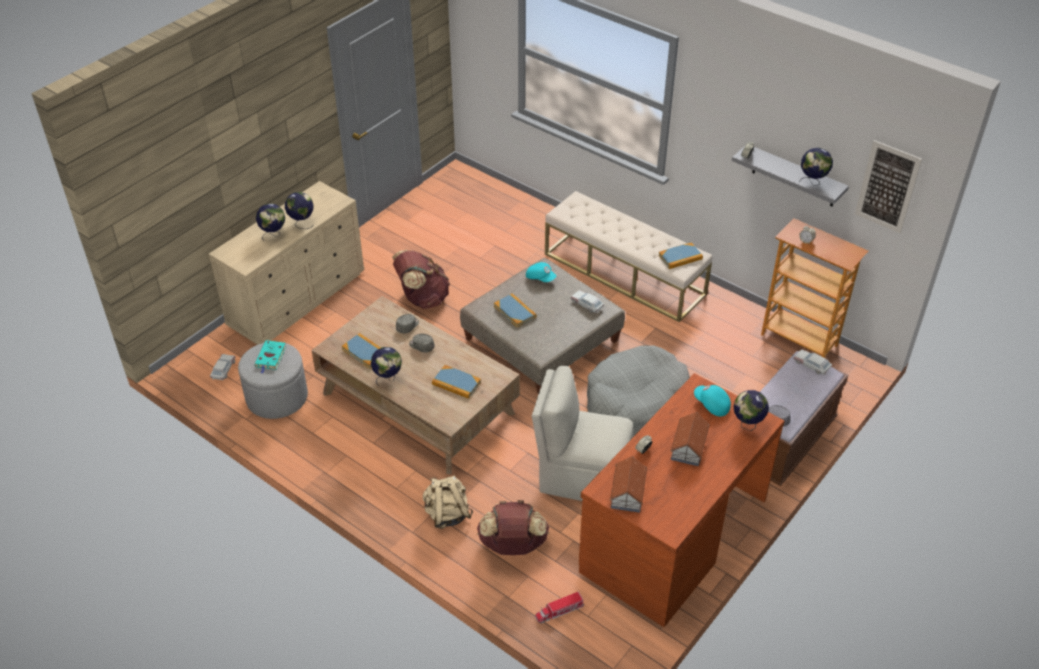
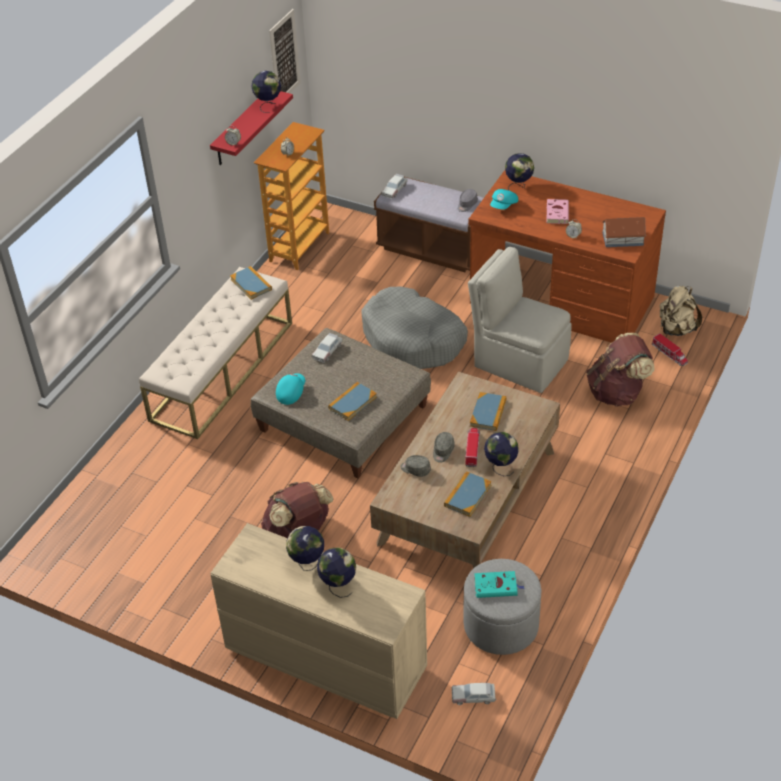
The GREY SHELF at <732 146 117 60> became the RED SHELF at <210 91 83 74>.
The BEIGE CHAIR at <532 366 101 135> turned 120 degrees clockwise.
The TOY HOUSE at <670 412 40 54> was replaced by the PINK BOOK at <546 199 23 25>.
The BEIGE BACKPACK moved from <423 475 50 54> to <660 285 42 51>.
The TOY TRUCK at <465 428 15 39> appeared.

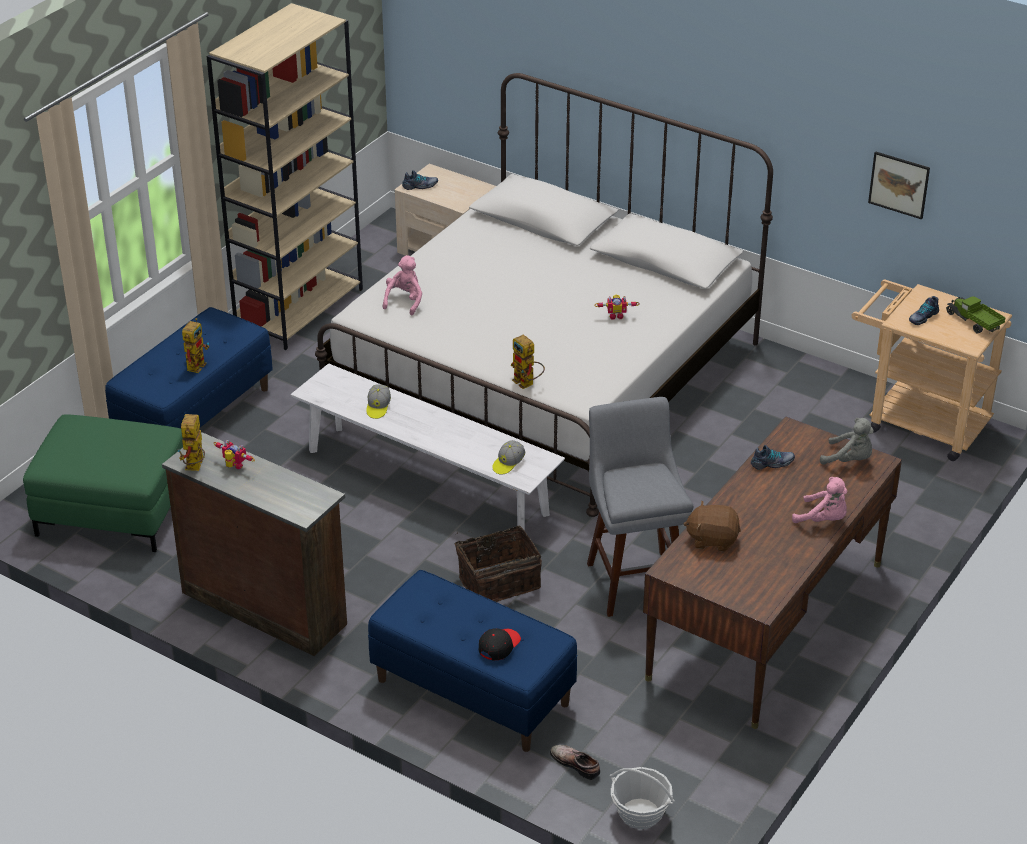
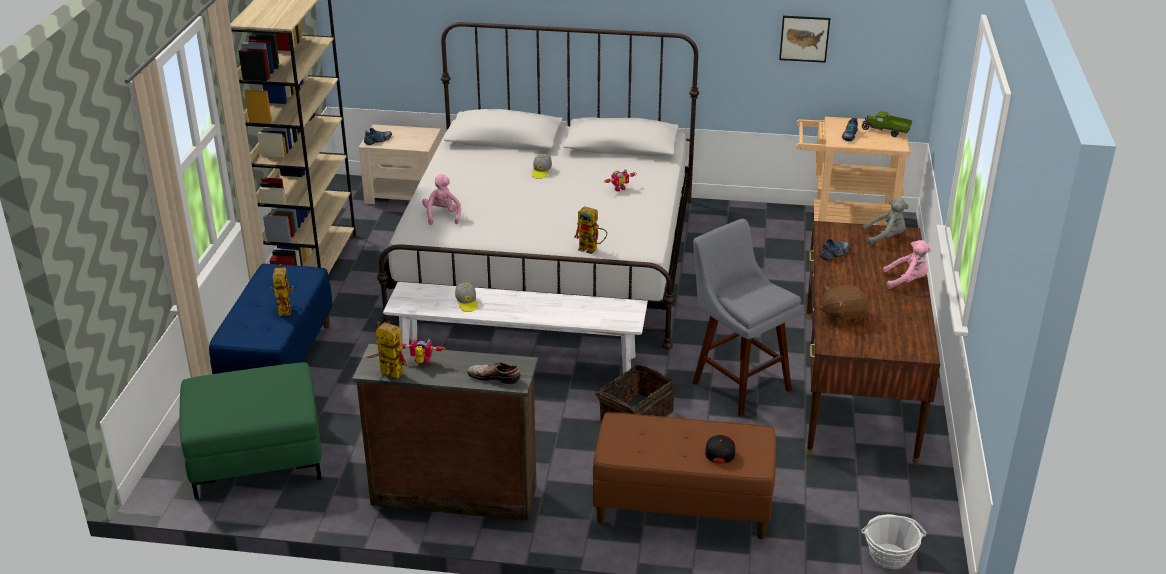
The TOY ROBOT at <177 414 28 57> turned 135 degrees clockwise.
The CAP moved from <492 440 33 35> to <532 154 20 25>.
The BLUE BENCH at <368 570 210 182> became the BROWN BENCH at <593 412 183 127>.
The SHOE moved from <550 745 50 35> to <468 362 53 22>.

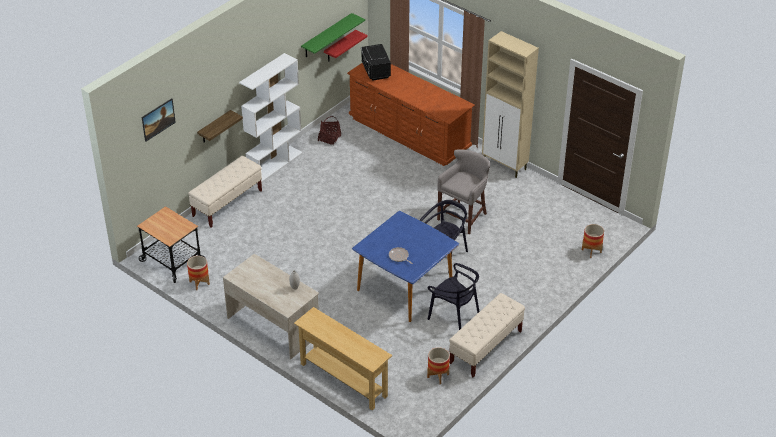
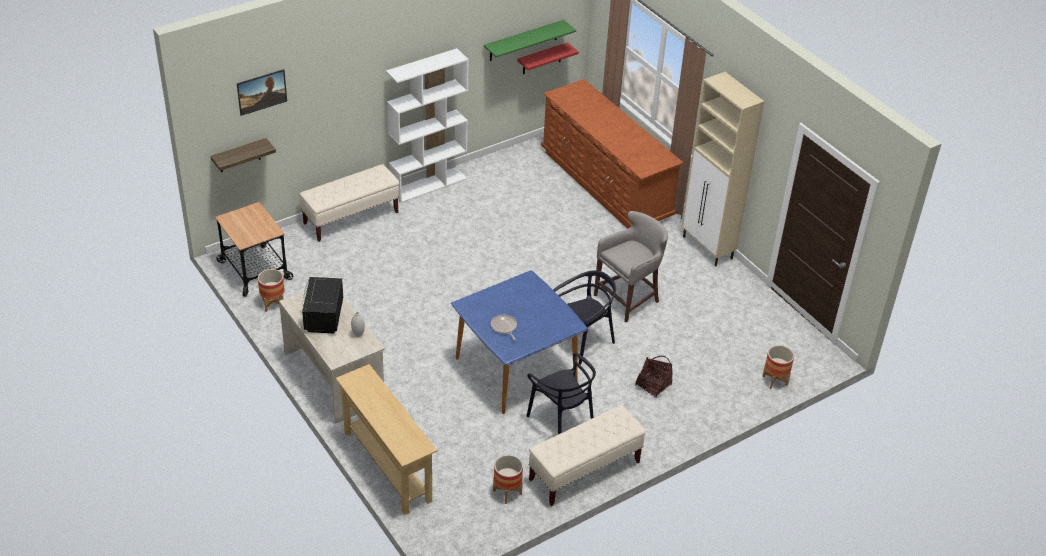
The BLACK MICROWAVE moved from <361 44 30 37> to <302 277 41 56>.
The SHELF moved from <197 110 46 33> to <210 138 66 34>.
The BASKET moved from <318 116 23 30> to <636 356 37 42>.

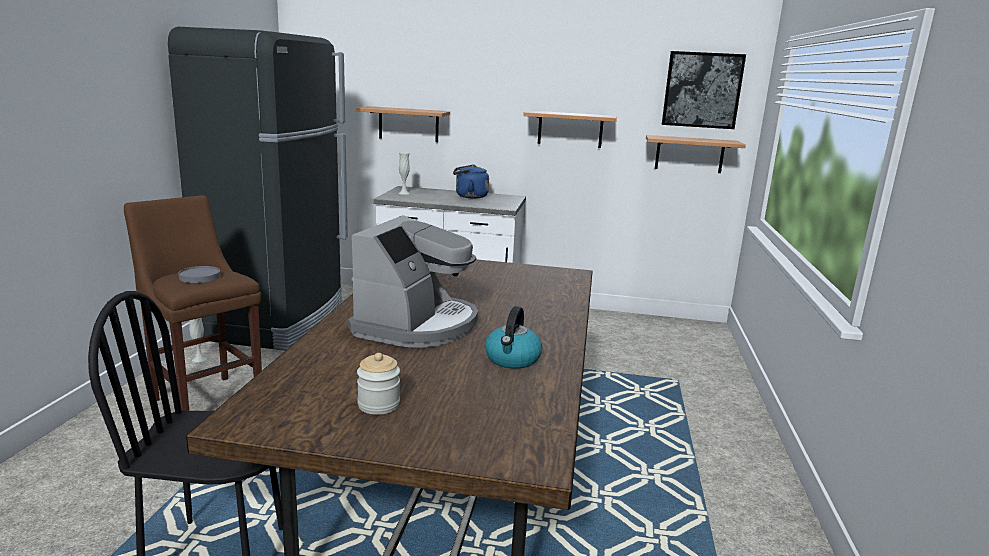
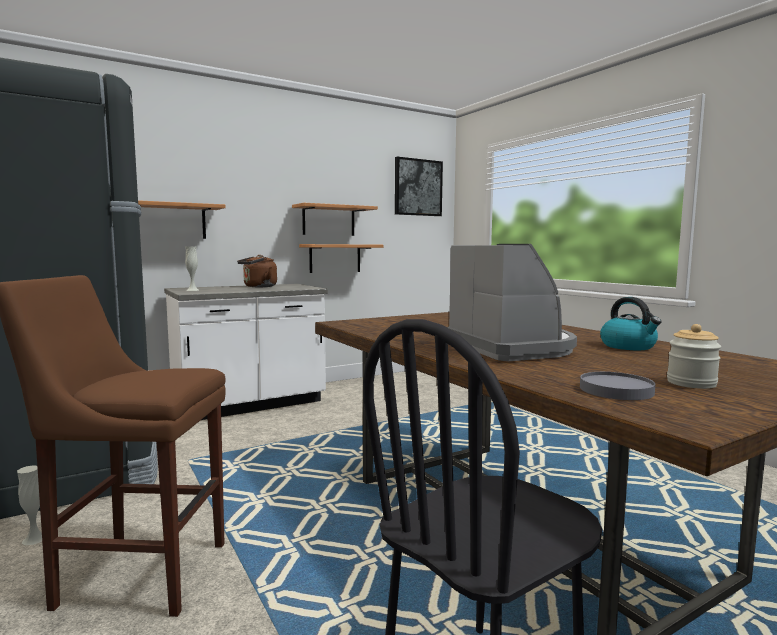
The SHELF moved from <646 135 100 38> to <299 244 84 29>.
The BLUE KETTLE at <453 165 36 34> became the BROWN KETTLE at <237 255 40 32>.
The GREY PLATE moved from <178 266 42 17> to <580 372 75 28>.

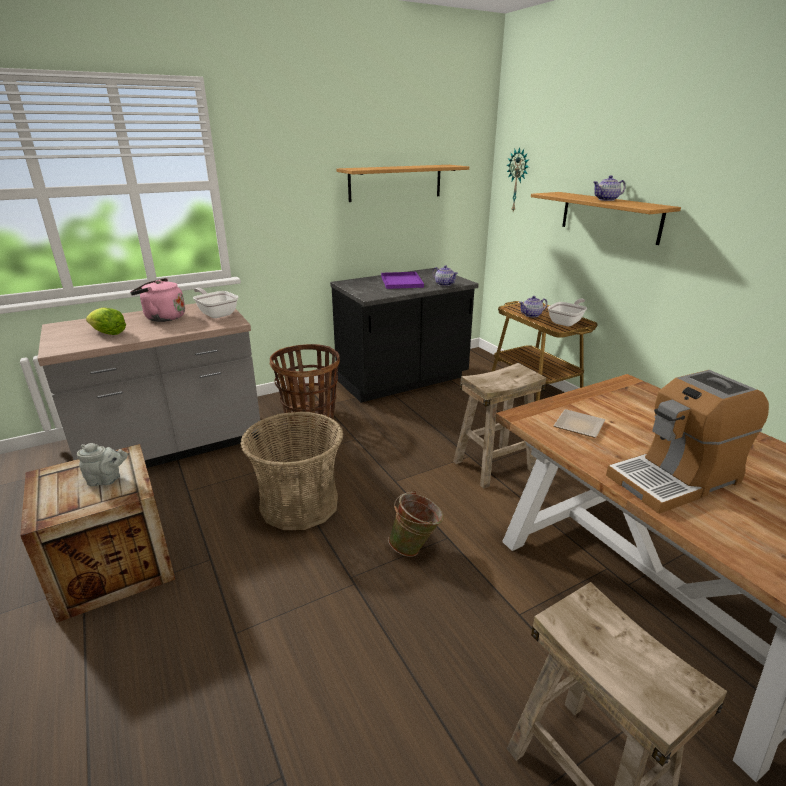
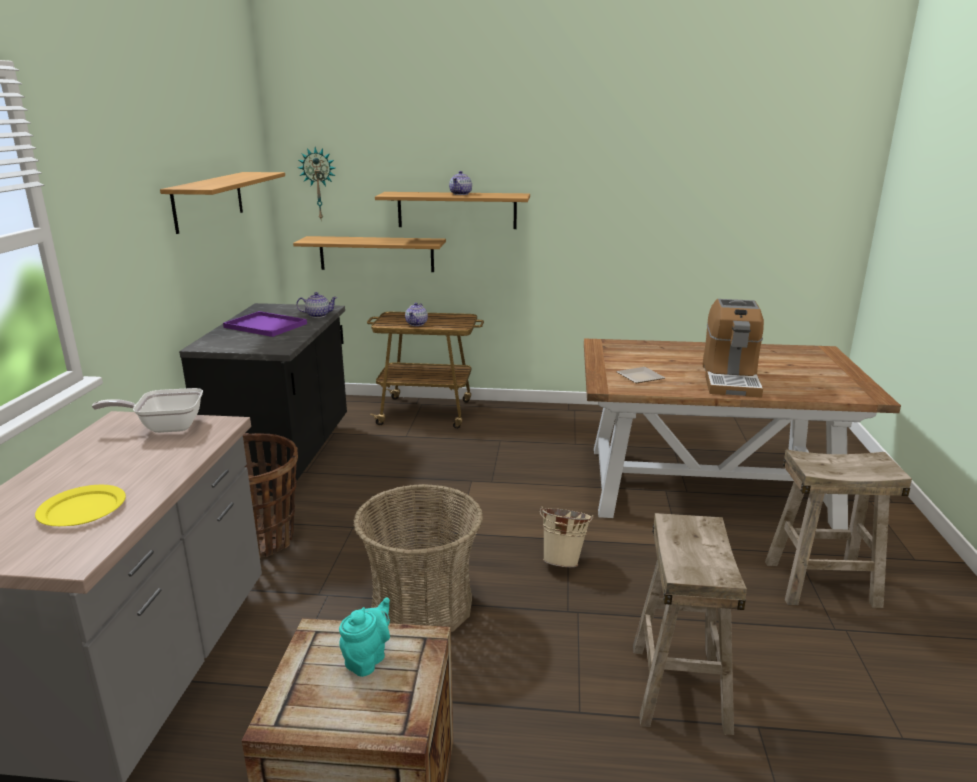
The PINK KETTLE at <130 278 55 44> disappeared.
The FRYING PAN at <547 299 40 27> disappeared.
The LETTUCE at <86 307 40 28> was replaced by the YELLOW PLATE at <35 485 91 41>.
The BEIGE STOOL moved from <453 363 93 126> to <633 513 114 222>.
The GREY TEAPOT at <77 443 51 43> became the TURQUOISE TEAPOT at <339 598 51 79>.
The GREEN BUCKET at <388 490 55 67> became the BEIGE BUCKET at <540 506 53 61>.
The SHELF at <293 236 153 36> appeared.

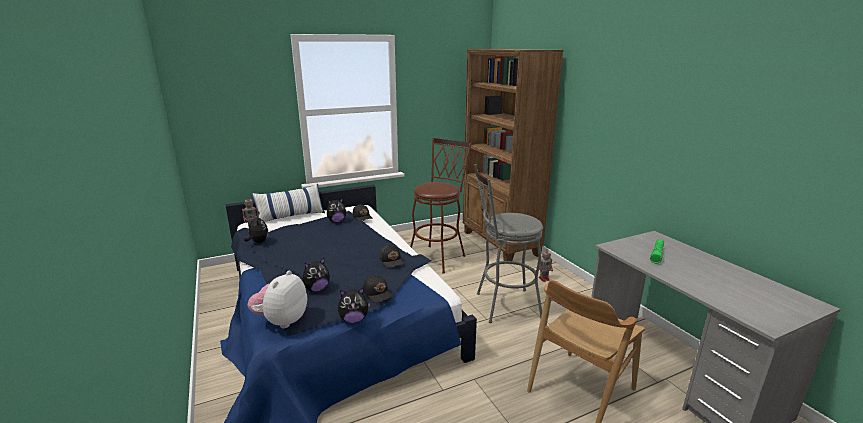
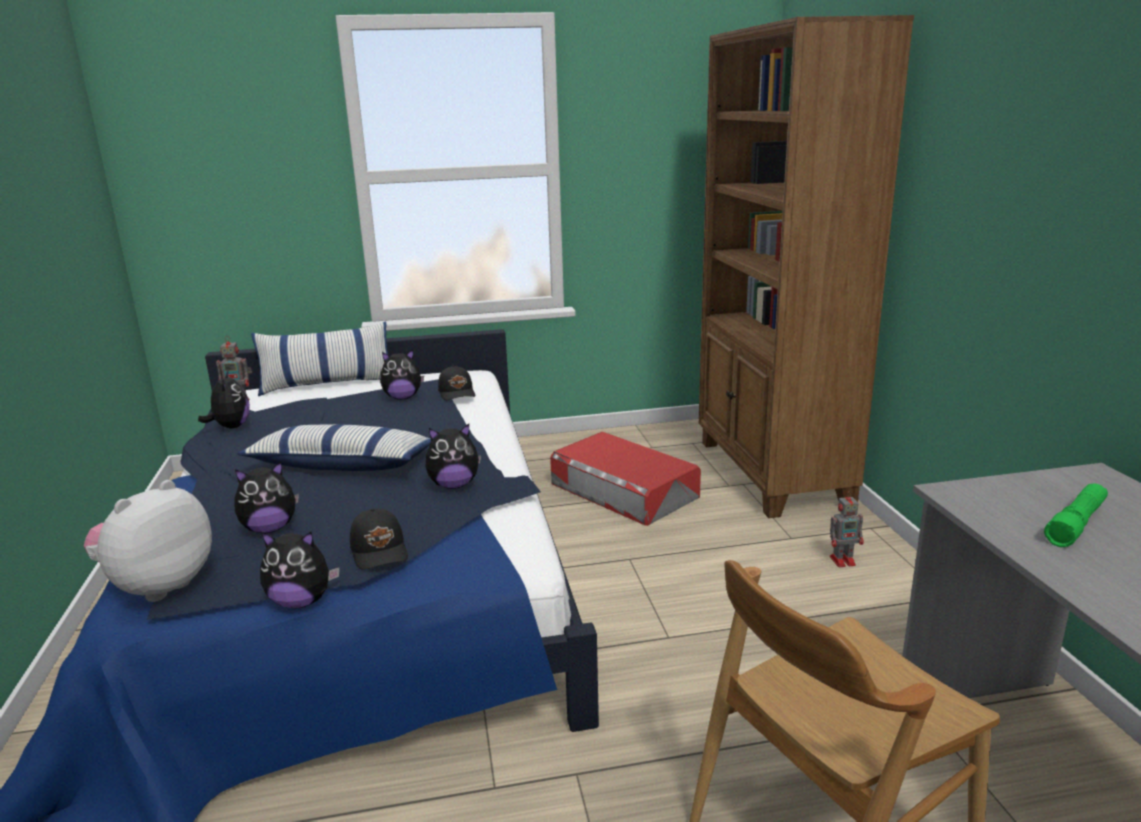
The BROWN STOOL at <410 138 61 136> was replaced by the RED STORAGE BOX at <550 432 151 94>.
The GREY STOOL at <474 164 69 159> disappeared.
The BLACK CAP at <379 245 25 23> was replaced by the PLUSH TOY at <425 424 56 65>.
The PILLOW at <237 424 194 47> appeared.

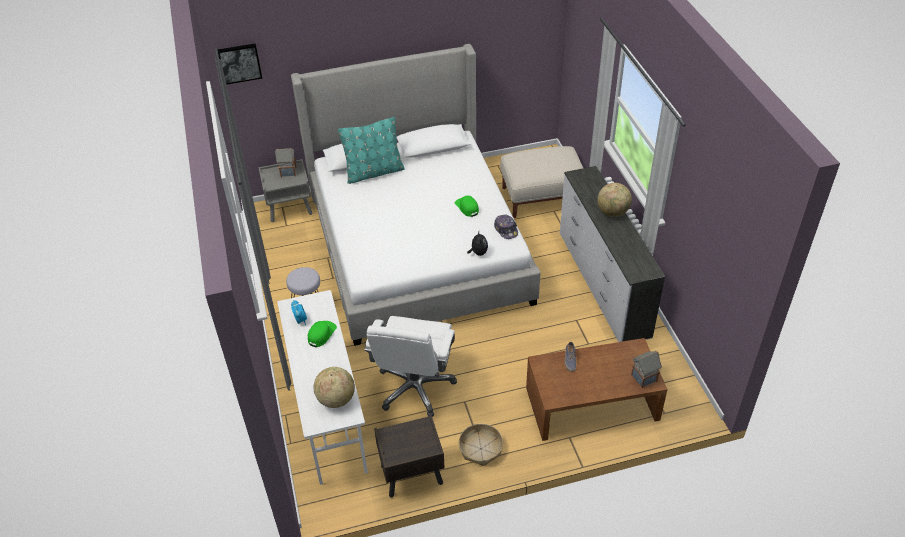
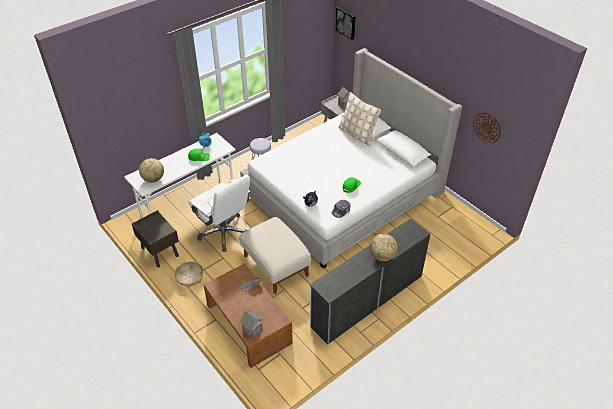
The TURQUOISE PILLOW at <338 117 67 67> became the BEIGE PILLOW at <338 92 43 54>.
The BEIGE OTTOMAN moved from <500 146 83 72> to <239 217 72 77>.
The WHITE OFFICE CHAIR at <364 316 93 101> turned 120 degrees counterclockwise.
The WALL CLOCK at <473 112 28 31> appeared.

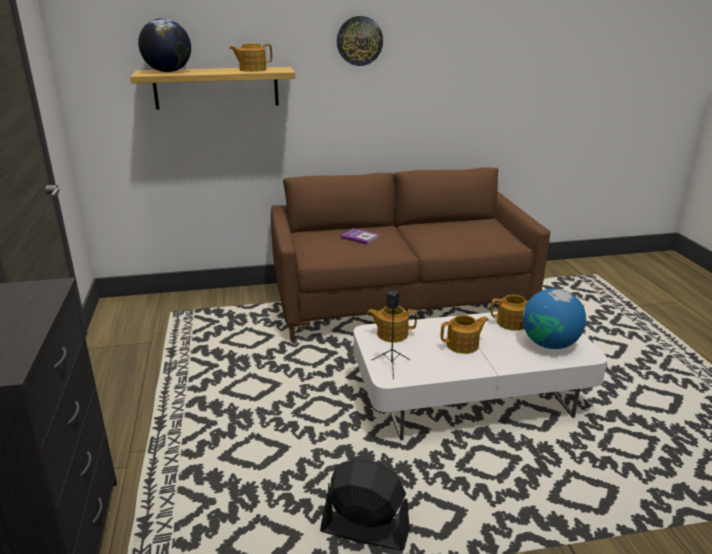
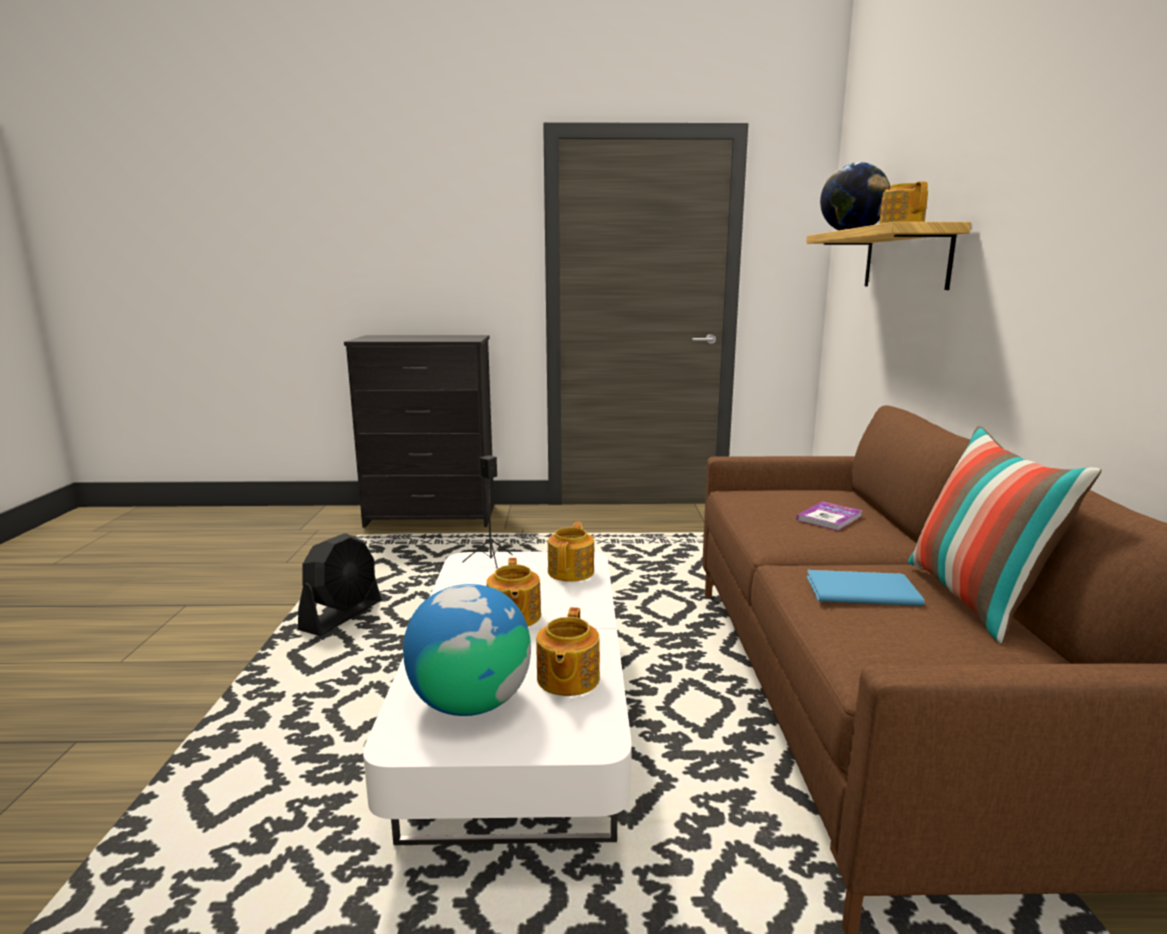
The WALL CLOCK at <337 16 46 50> disappeared.
The PILLOW at <908 426 193 218> appeared.
The BLUE BOOK at <807 570 118 36> appeared.

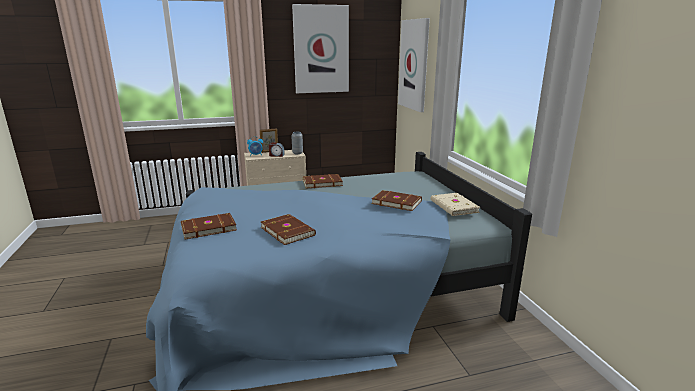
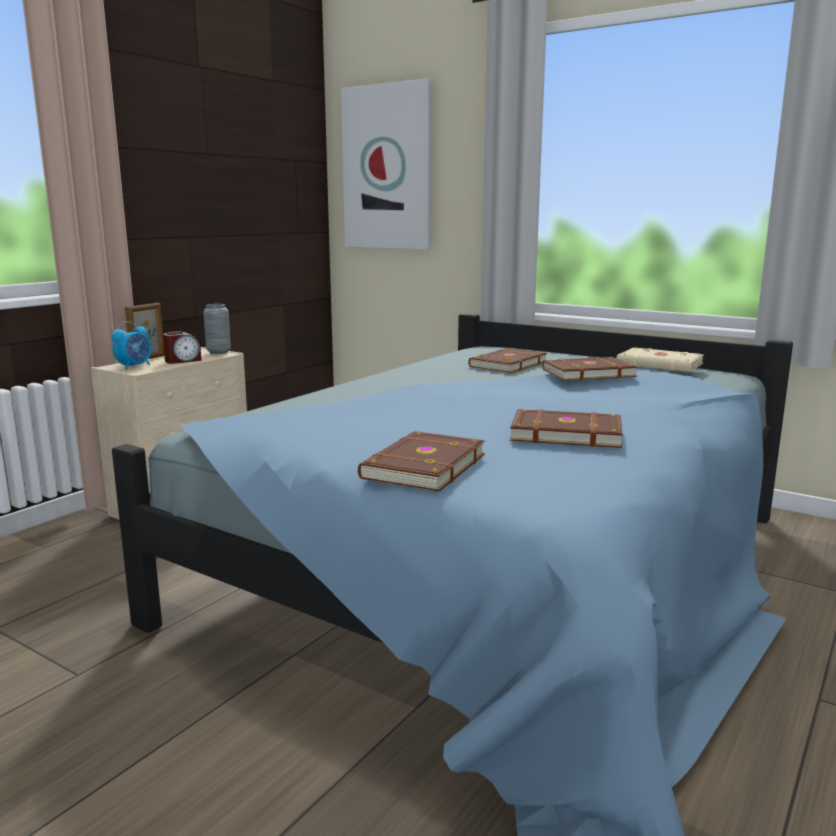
The PICTURE at <292 4 57 89> disappeared.
The BROWN BOOK moved from <303 174 40 14> to <468 348 79 25>.

